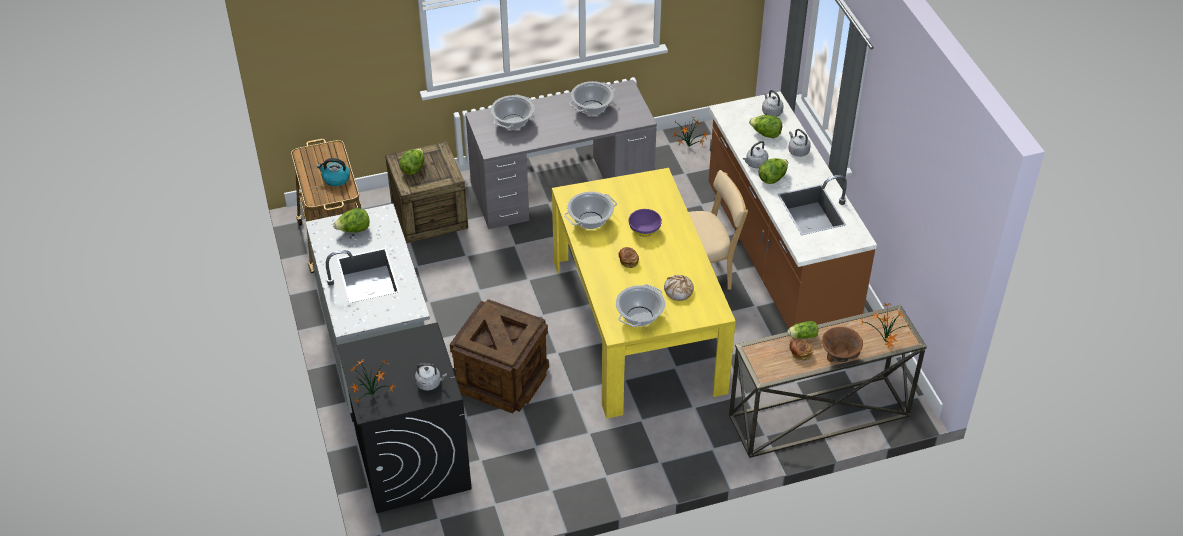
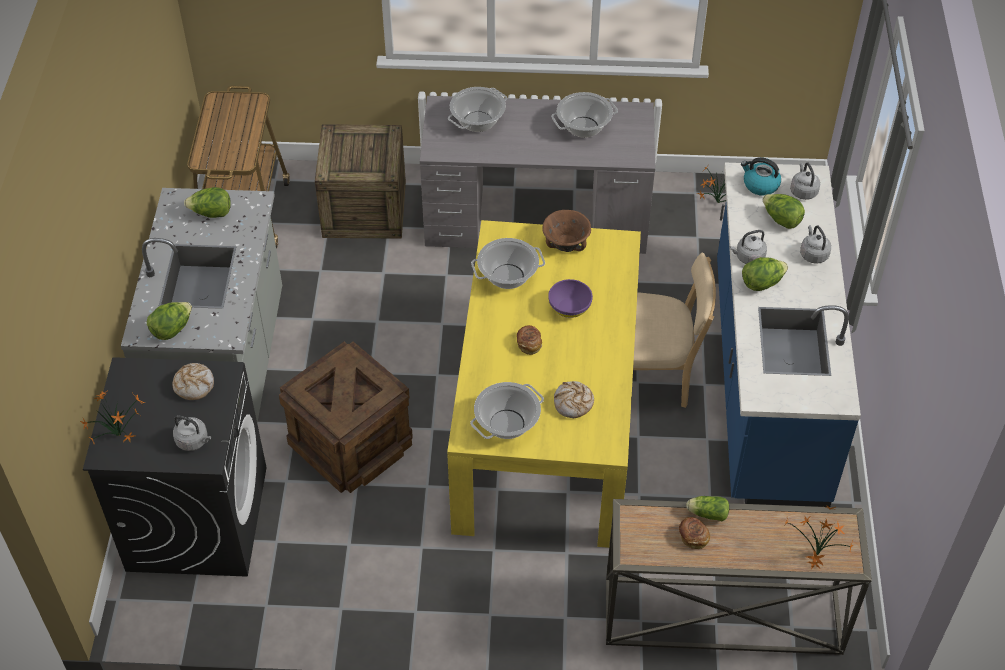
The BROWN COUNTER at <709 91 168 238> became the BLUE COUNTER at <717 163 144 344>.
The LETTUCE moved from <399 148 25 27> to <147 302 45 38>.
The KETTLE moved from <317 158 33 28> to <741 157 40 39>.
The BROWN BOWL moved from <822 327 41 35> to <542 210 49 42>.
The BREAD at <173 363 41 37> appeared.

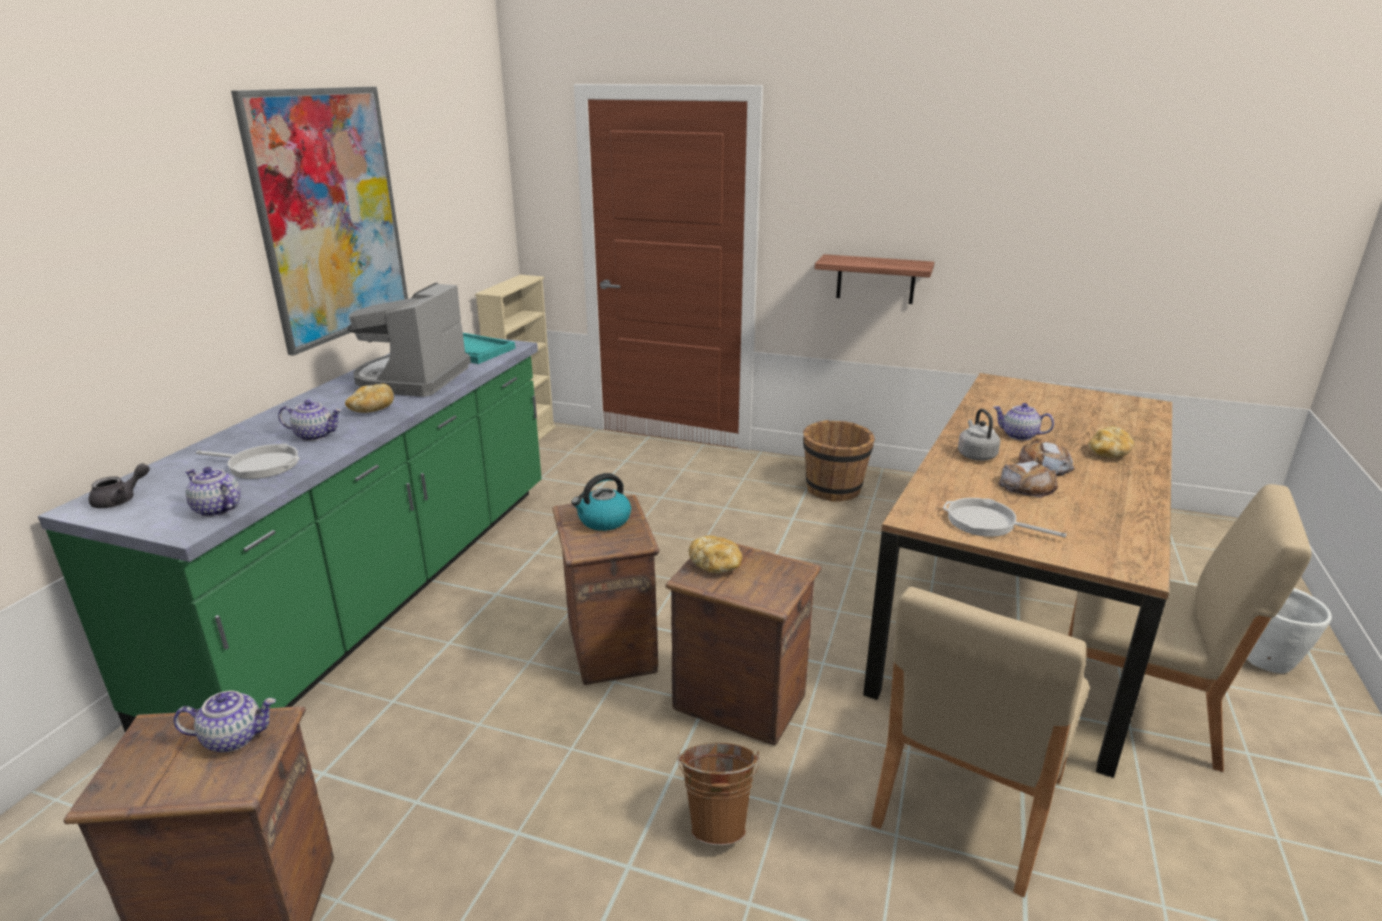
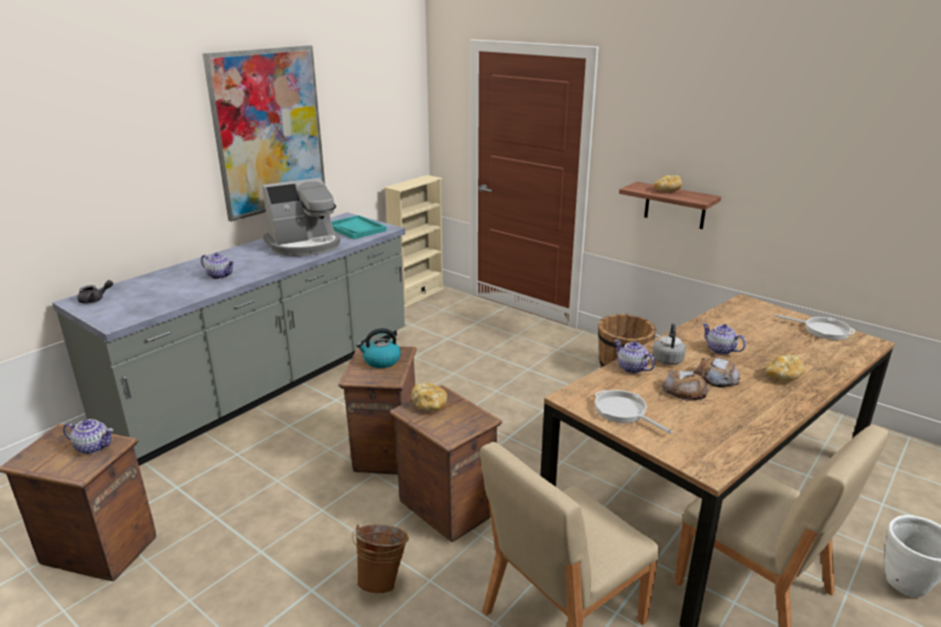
The COFFEE MACHINE at <347 283 124 114> turned 150 degrees counterclockwise.
The GREEN COUNTER at <38 338 504 394> became the GREY COUNTER at <52 212 353 254>.
The BREAD moved from <345 384 49 29> to <654 175 28 17>.
The FRYING PAN moved from <196 444 104 35> to <775 314 80 26>.
The TEAPOT moved from <185 467 56 50> to <614 340 41 33>.

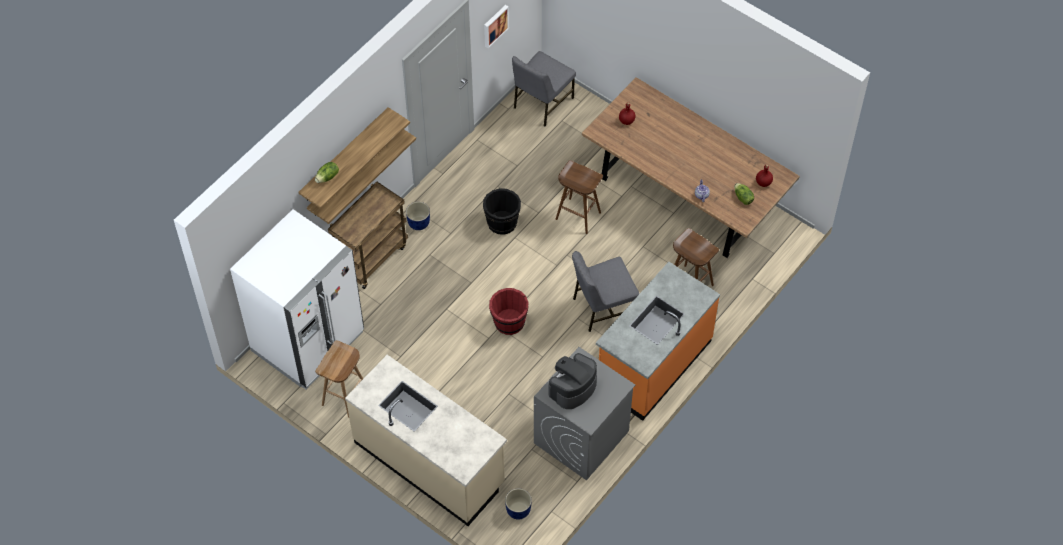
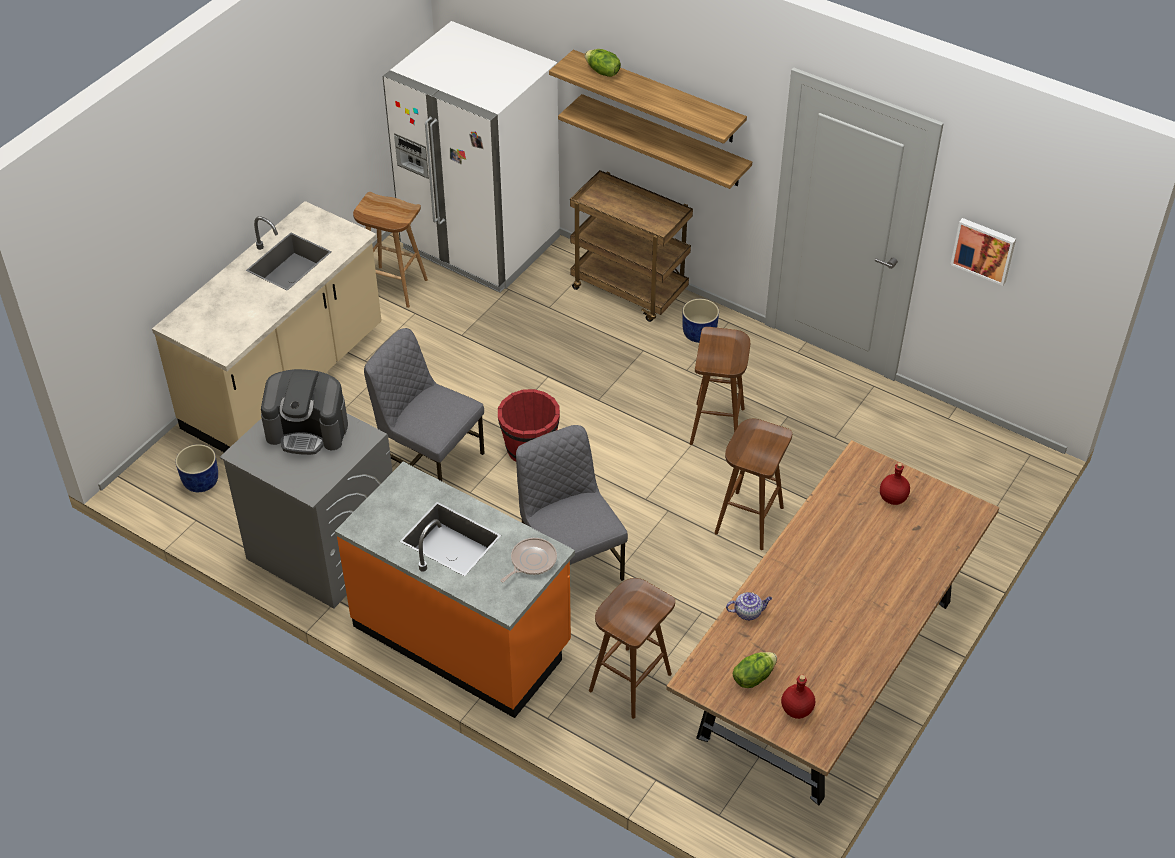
The GREY CHAIR moved from <512 51 64 75> to <364 328 120 153>.
The BLACK BUCKET at <483 188 38 47> was replaced by the BROWN STOOL at <690 327 60 118>.
The COFFEE MACHINE at <548 353 49 56> turned 150 degrees clockwise.
The FRYING PAN at <501 538 56 44> appeared.

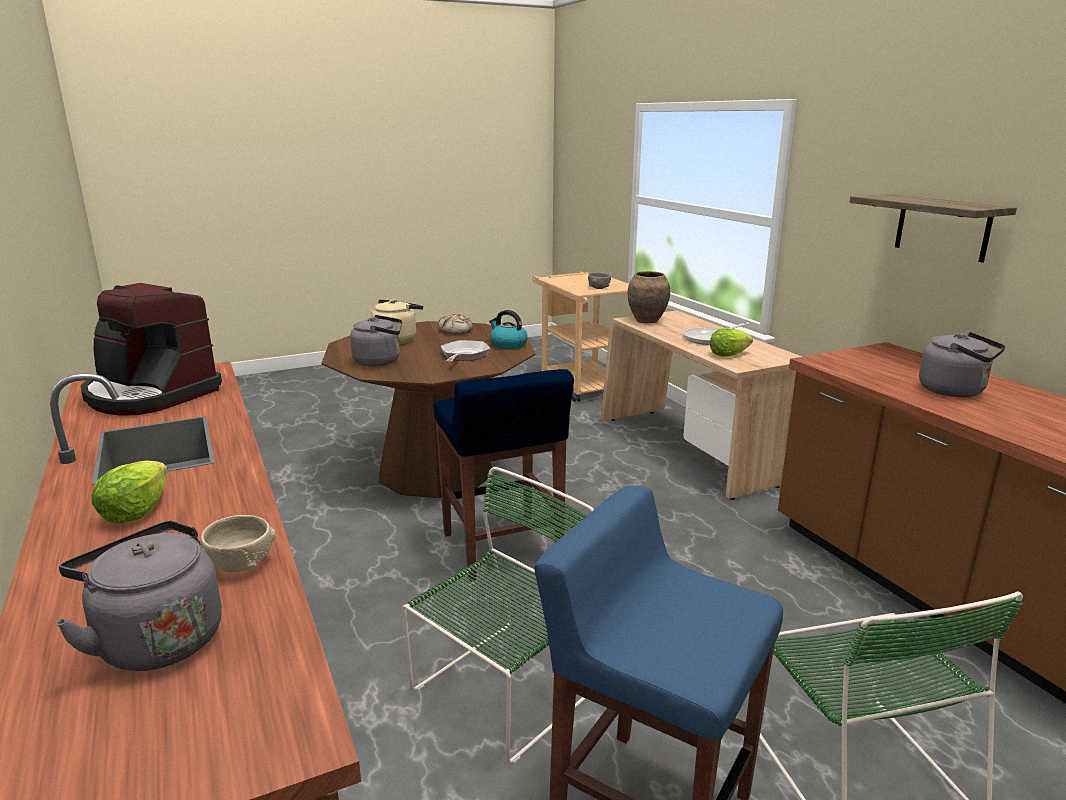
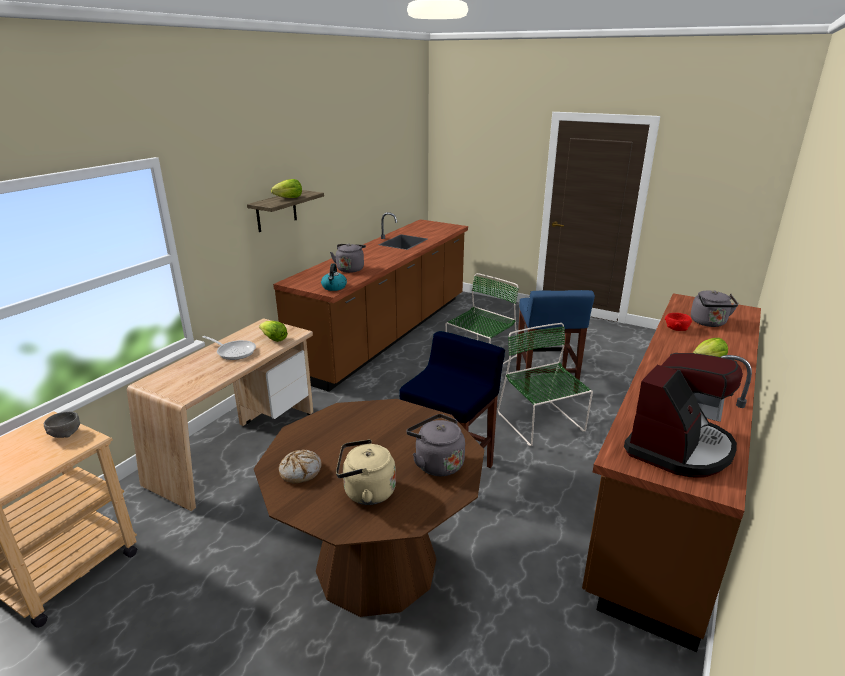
The BROWN VASE at <628 271 42 52> disappeared.
The COFFEE MACHINE at <81 283 141 133> turned 45 degrees clockwise.
The KETTLE moved from <489 310 39 39> to <321 264 26 27>.
The FRYING PAN at <441 340 49 22> disappeared.
The GREEN CHAIR at <402 467 192 297> turned 60 degrees clockwise.
The BEIGE BOWL at <201 515 75 57> became the RED BOWL at <665 313 27 18>.
The LETTUCE at <271 179 31 19> appeared.

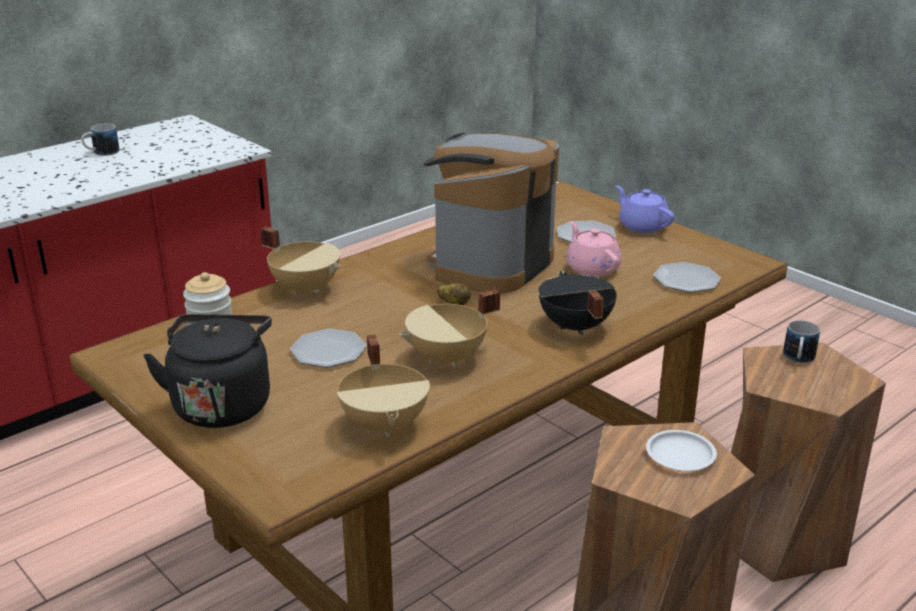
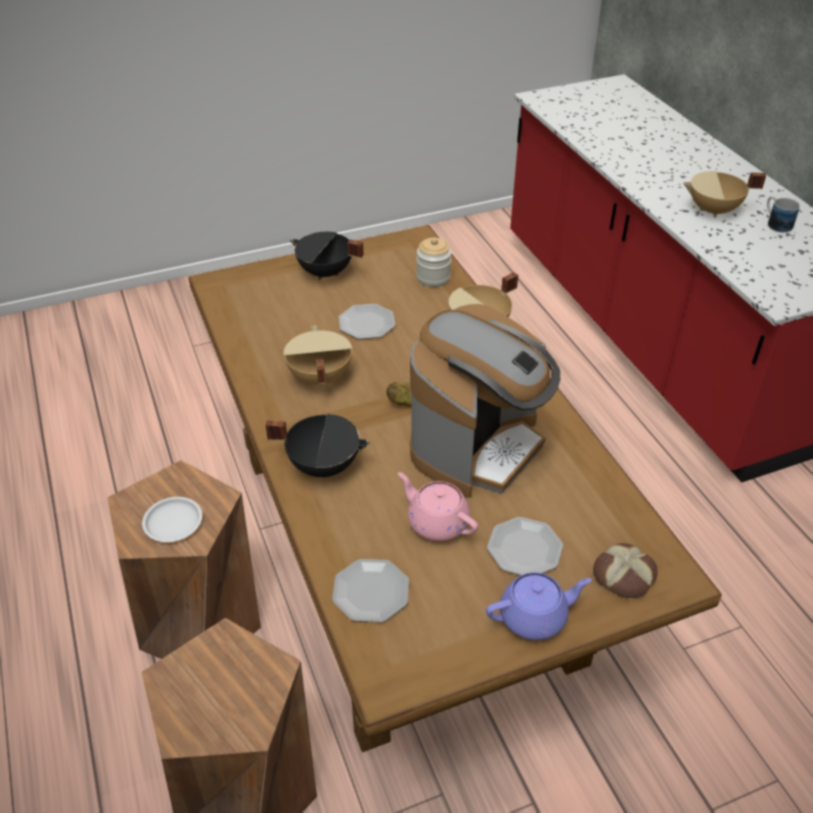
The COFFEE MACHINE at <424 133 135 161> turned 75 degrees clockwise.
The PINK TEAPOT at <566 221 55 56> turned 135 degrees counterclockwise.
The BLACK KETTLE at <143 314 129 114> was replaced by the BLACK COOKING POT at <290 232 74 48>.
The MUG at <783 320 37 43> disappeared.
The BEIGE COOKING POT moved from <337 335 93 102> to <683 171 83 47>.
The BREAD at <593 543 64 55> appeared.

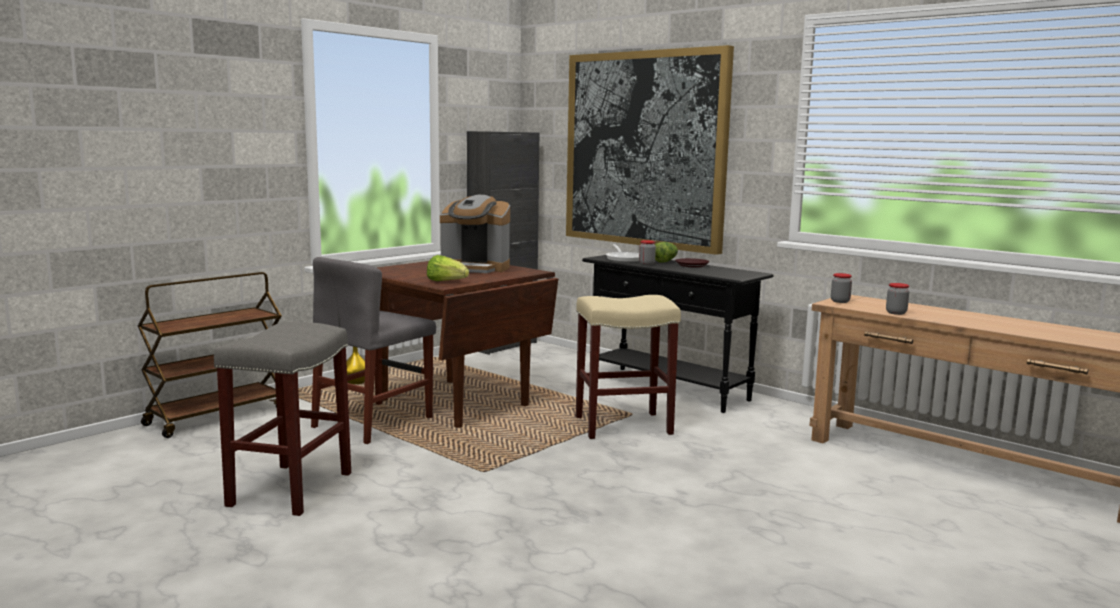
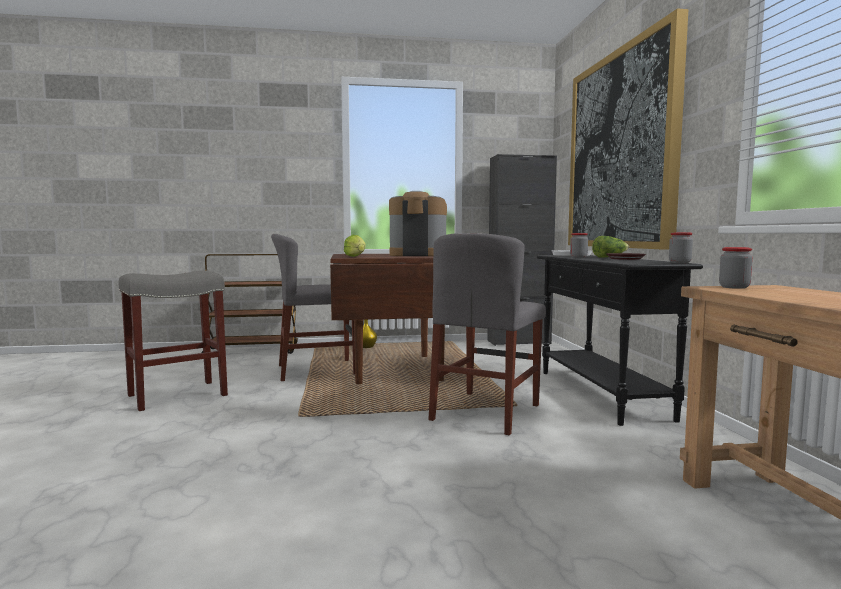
The COFFEE MACHINE at <440 195 70 78> turned 135 degrees clockwise.
The JAR moved from <886 283 23 32> to <669 232 24 31>.
The BEIGE STOOL at <576 295 105 144> was replaced by the GREY CHAIR at <428 233 118 202>.

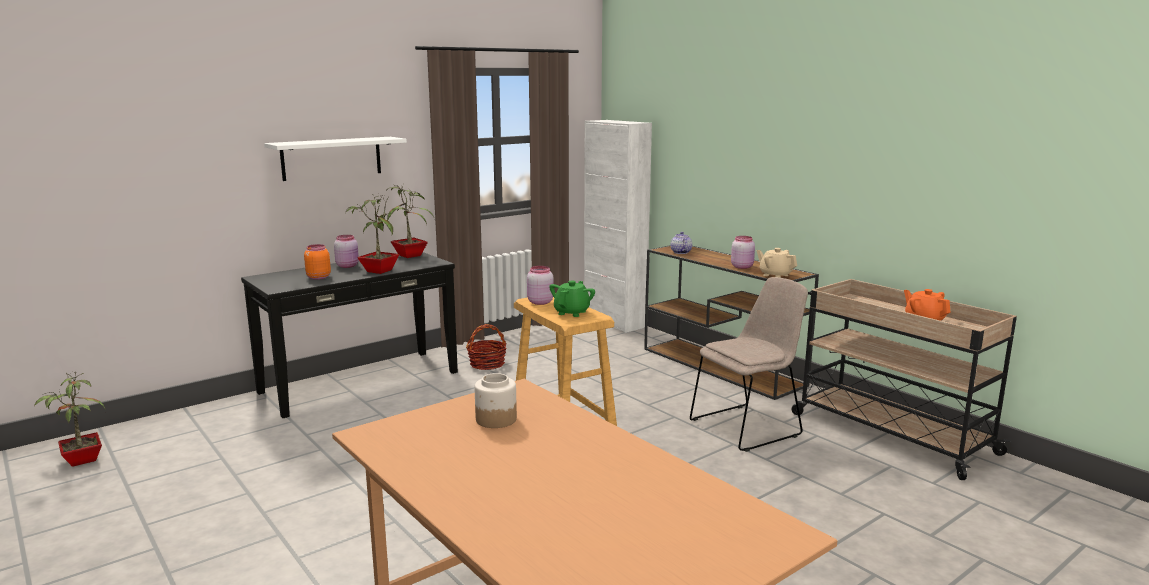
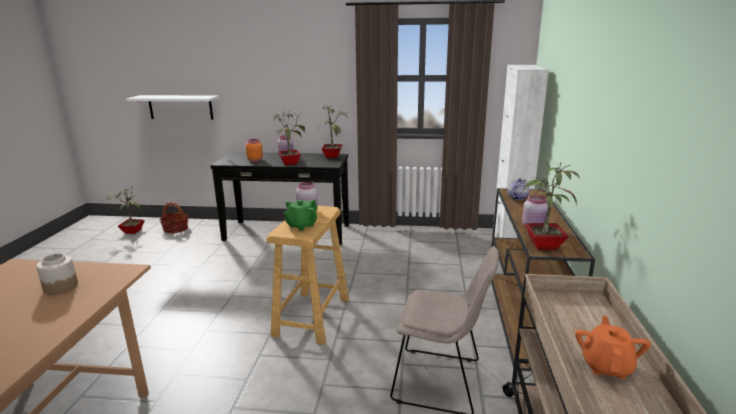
The WHITE SHELF moved from <264 137 143 44> to <126 95 93 25>.
The BEIGE TEAPOT at <757 248 40 30> was replaced by the POTTED PLANT at <522 162 57 88>.
The GREEN TEAPOT at <549 280 46 37> turned 150 degrees clockwise.
The BASKET moved from <466 324 41 46> to <160 202 29 31>.

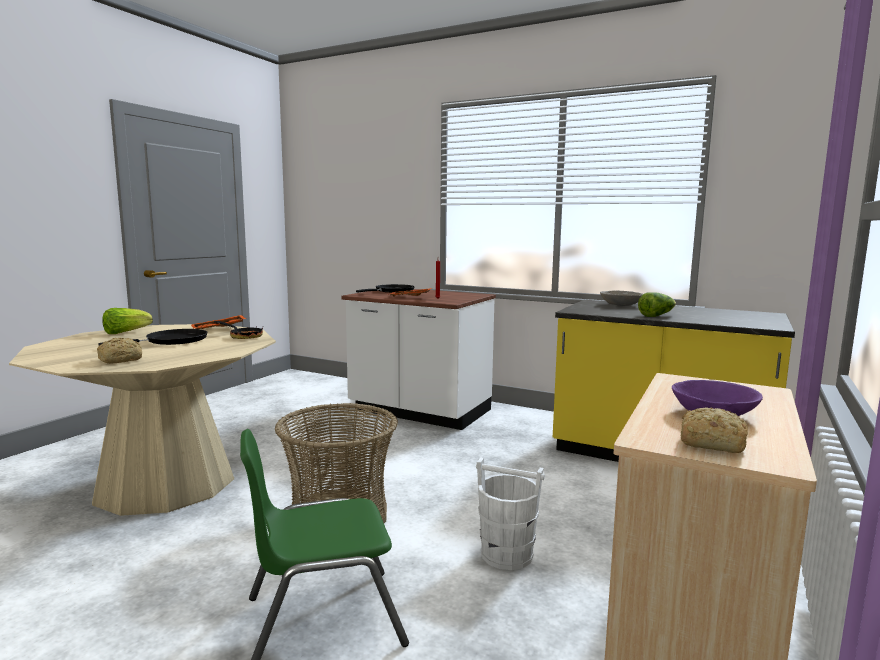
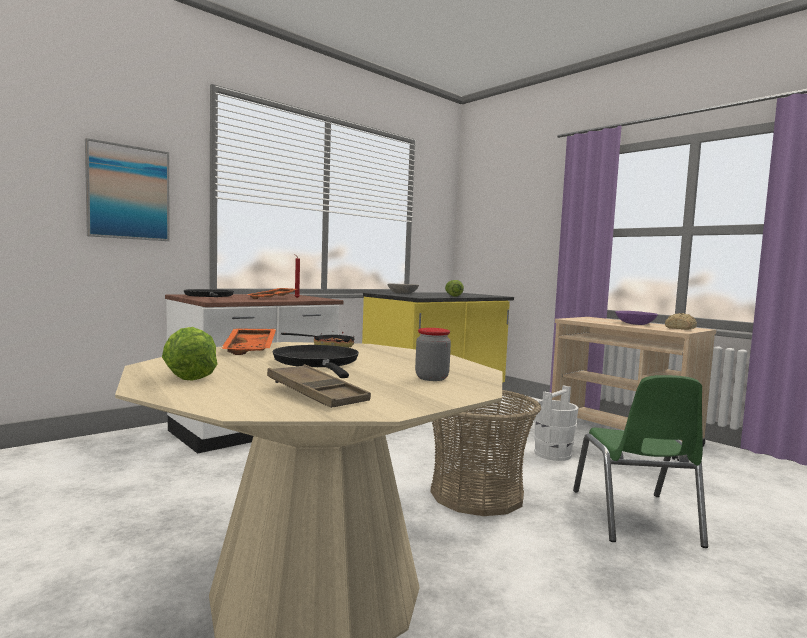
The BREAD at <97 338 45 26> was replaced by the JAR at <415 328 36 53>.
The PICTURE at <85 138 85 103> appeared.
The BROWN TRAY at <267 364 104 44> appeared.

